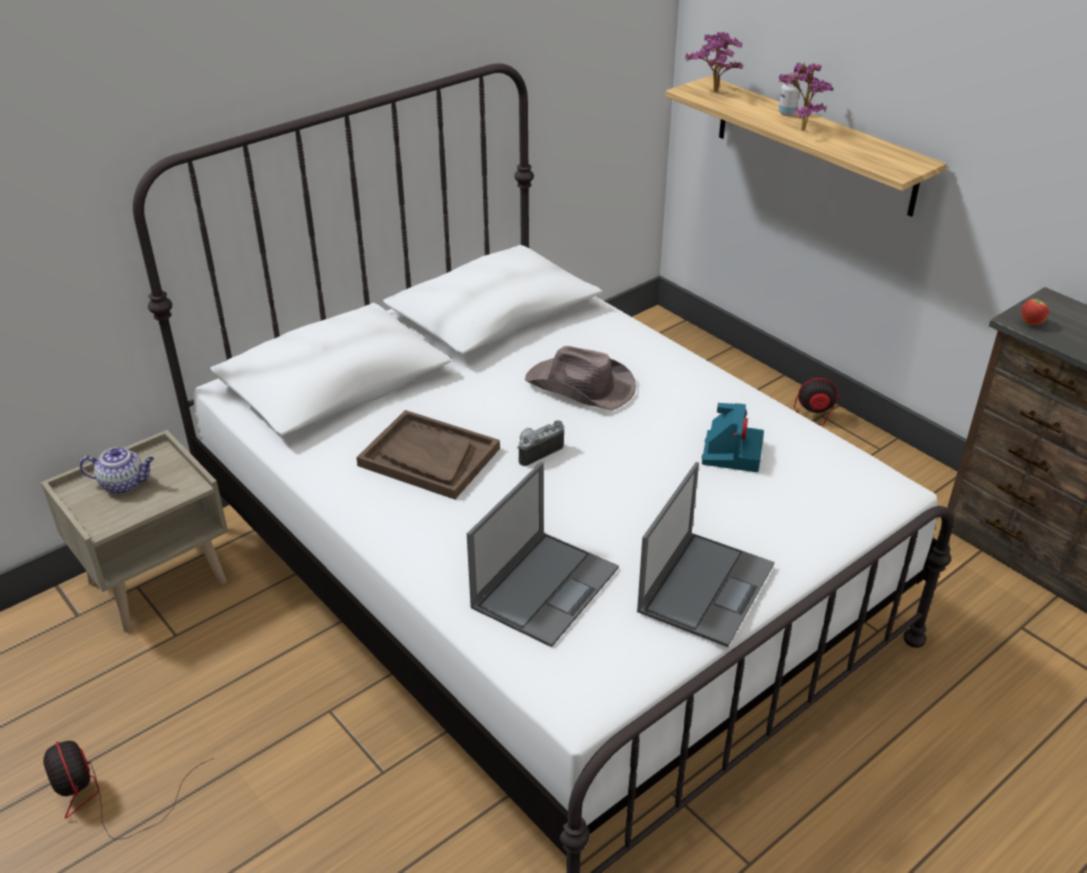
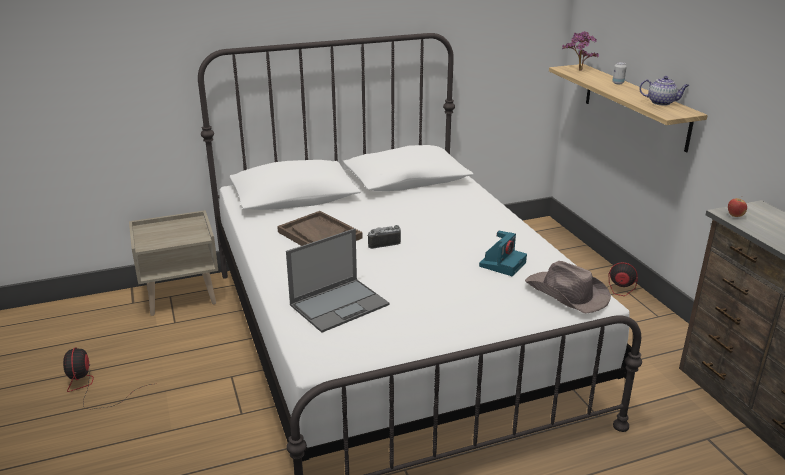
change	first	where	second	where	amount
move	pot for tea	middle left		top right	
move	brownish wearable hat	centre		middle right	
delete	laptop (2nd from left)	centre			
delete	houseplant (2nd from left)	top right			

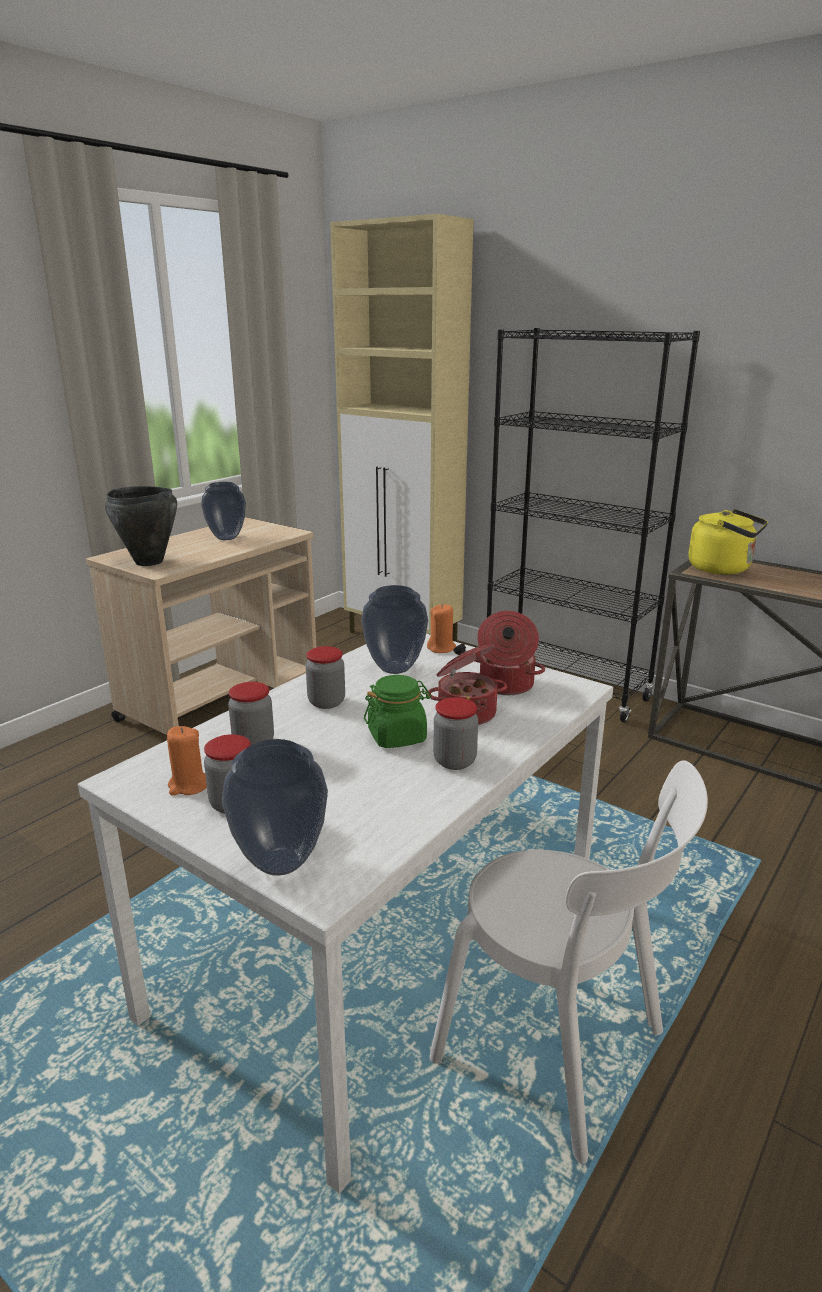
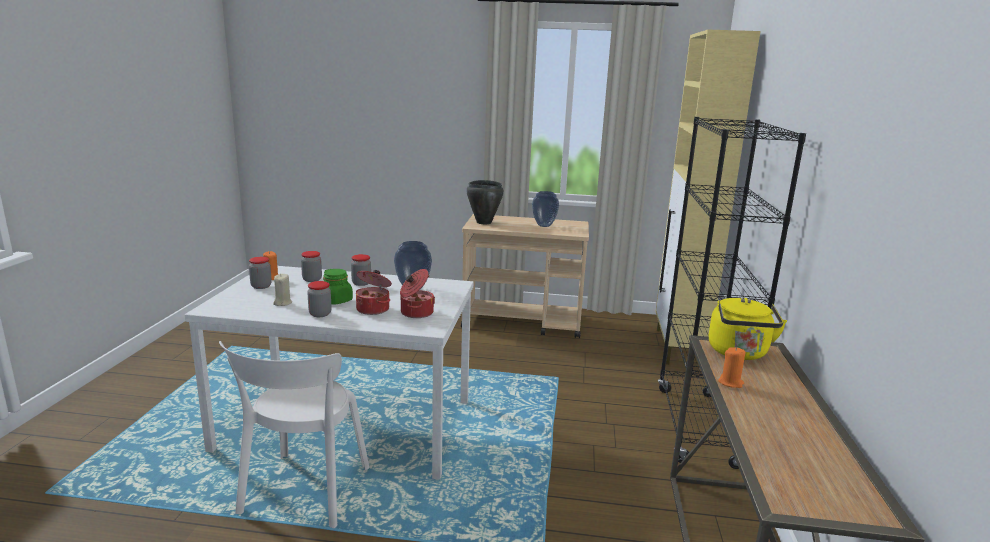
change	first	where	second	where	amount
delete	vase (2nd from left)	centre			
move	orange-coloured wax light (2nd from left)	centre		bottom right	
insert			beige-coloured wax light	middle left	

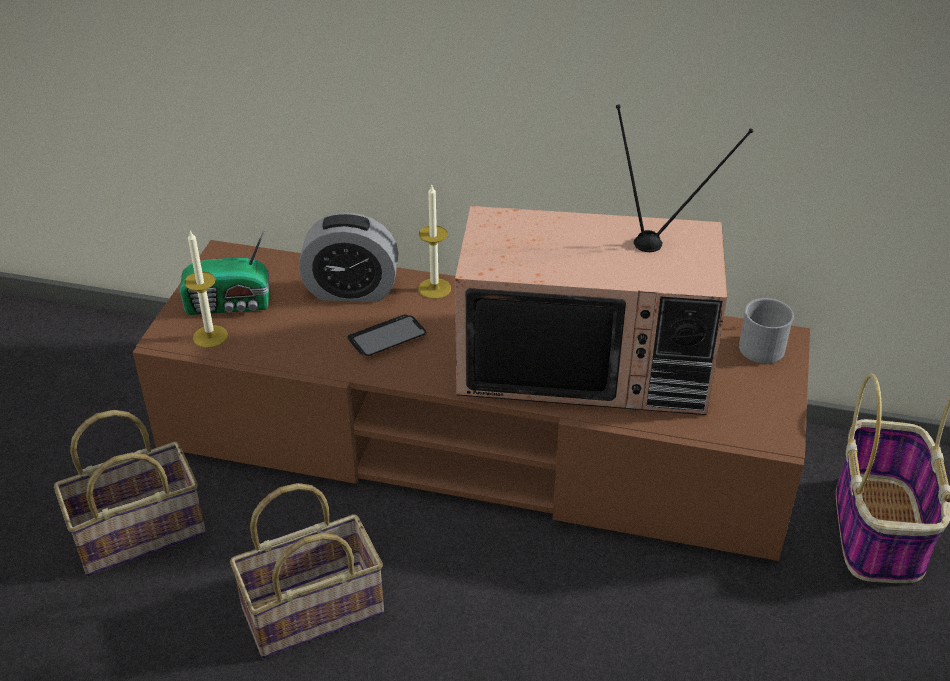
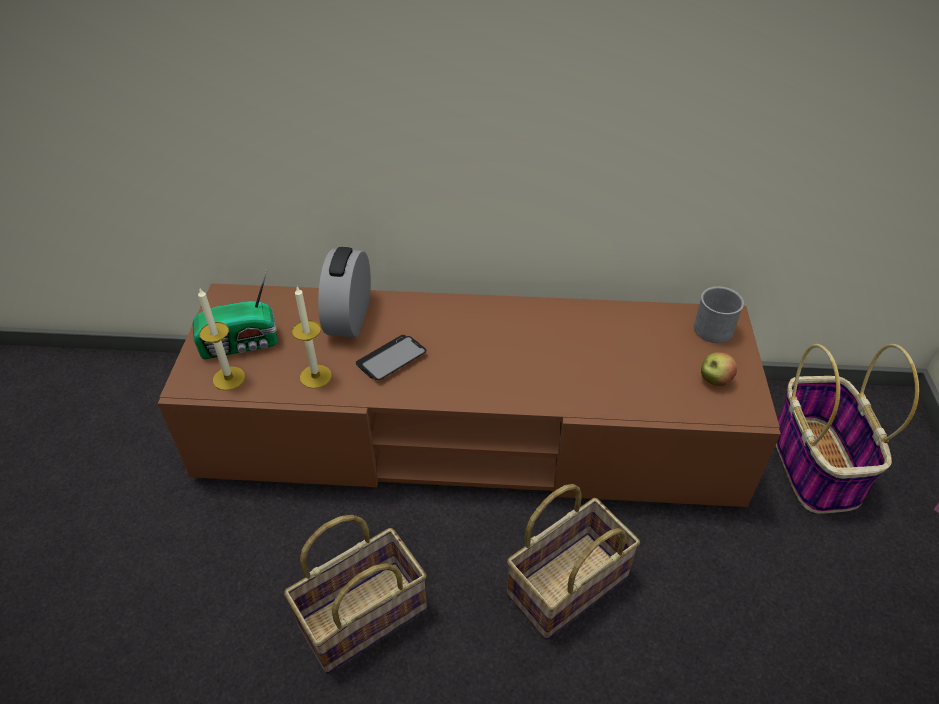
change	first	where	second	where	amount
move	storage basket (1st from left in the first image)	bottom left	storage basket (2nd from left)	bottom centre	
rotate	table clock	centre		centre	105 degrees clockwise
move	wax light (2nd from left)	centre		middle left	
delete	TV	centre			
insert			apple	middle right	

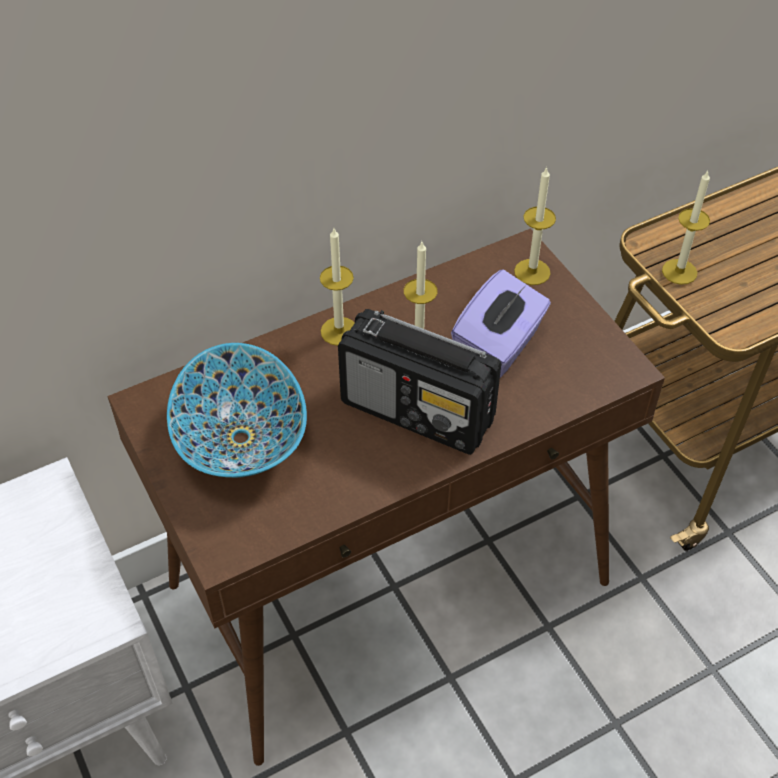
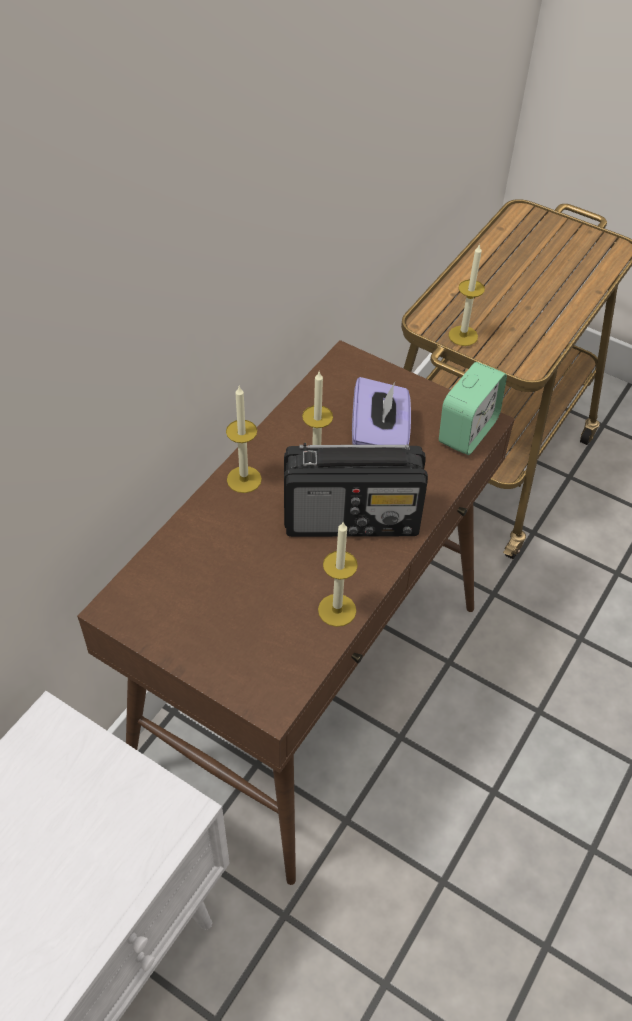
change	first	where	second	where	amount
delete	deep dish	middle left			
move	wax light (3rd from left)	top right		centre	
insert			table clock	middle right	

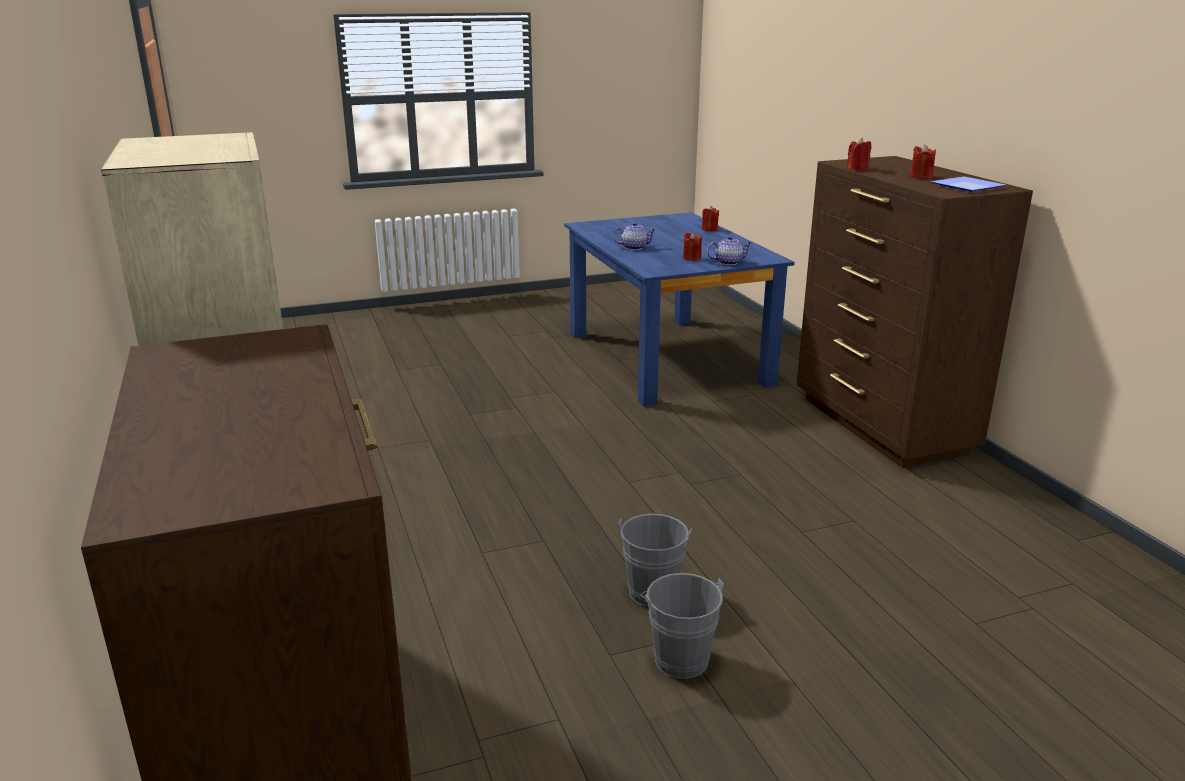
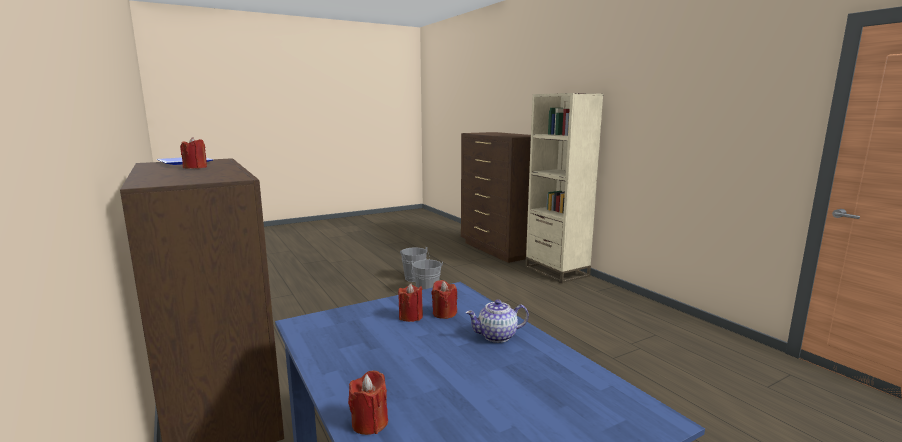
change	first	where	second	where	amount
delete	pot for tea (2nd from left)	top centre			
move	reddish wax light (3rd from left in the first image)	top right	reddish wax light (4th from left)	bottom centre	

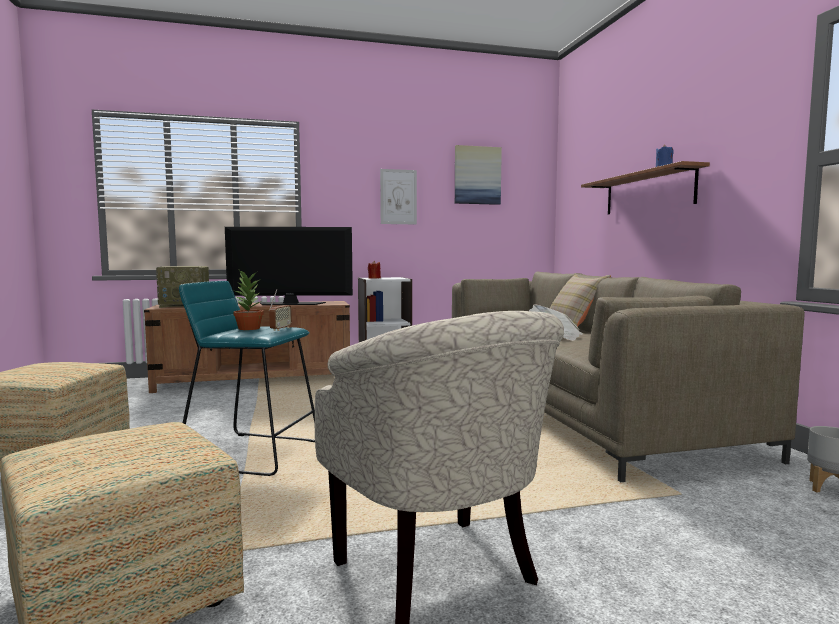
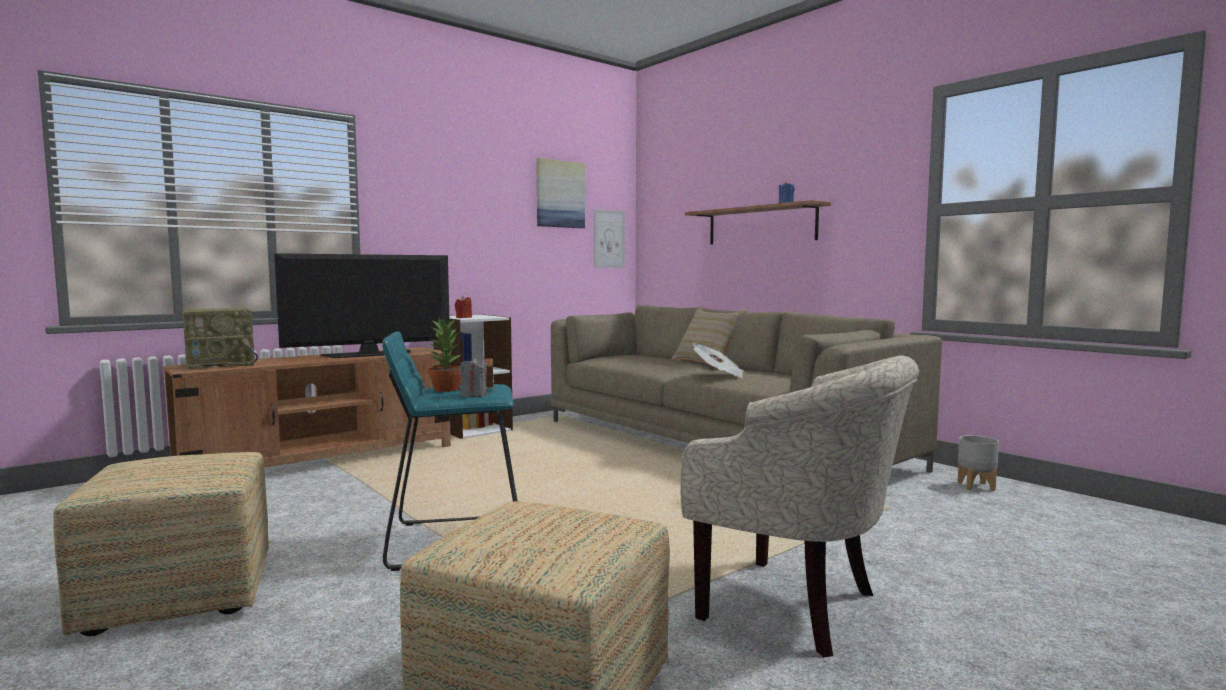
change	first	where	second	where	amount
move	wall picture (1st from left in the first image)	top centre	wall picture (2nd from left)	centre	
insert			greyish wax light	centre	

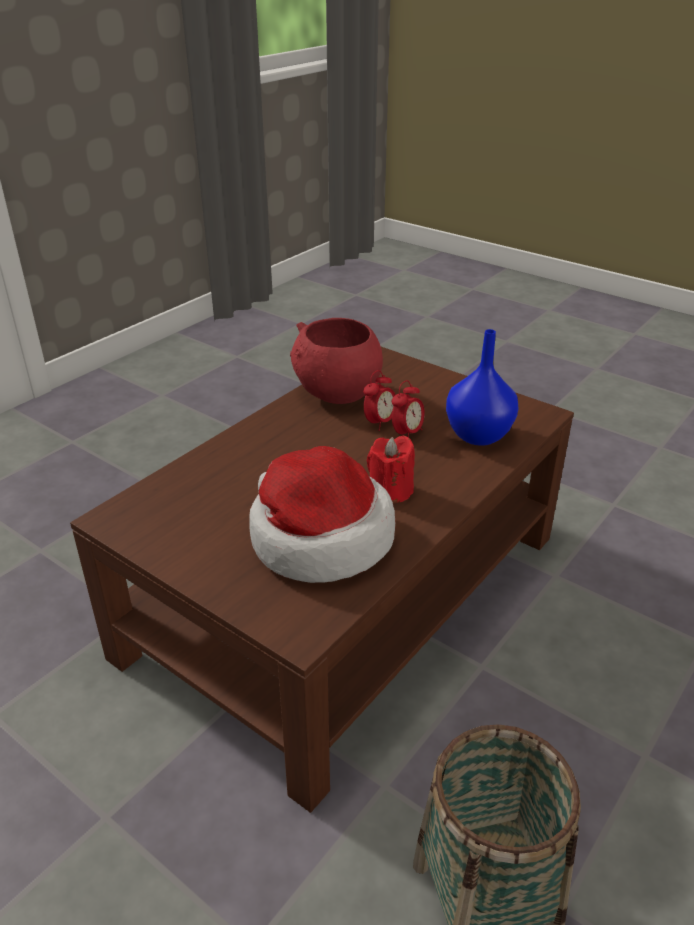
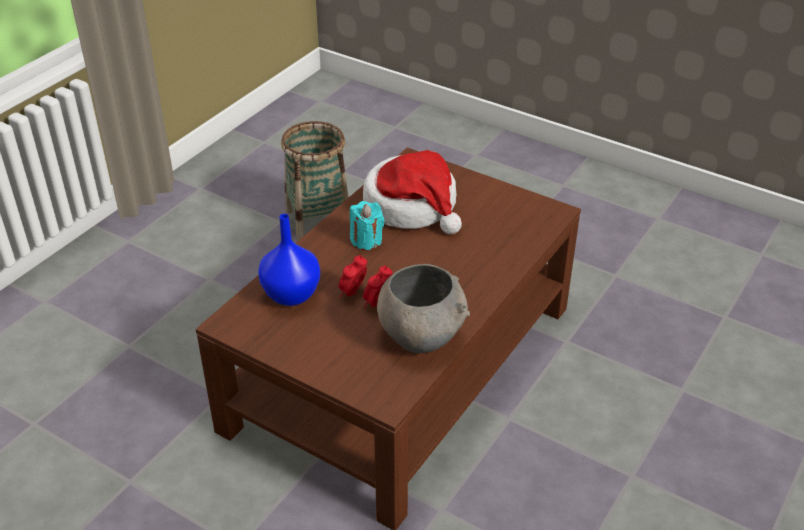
change	first	where	second	where	amount
recolor	reddish deep dish	centre	greyish deep dish	centre	
recolor	reddish wax light	centre	turquoise wax light	centre	

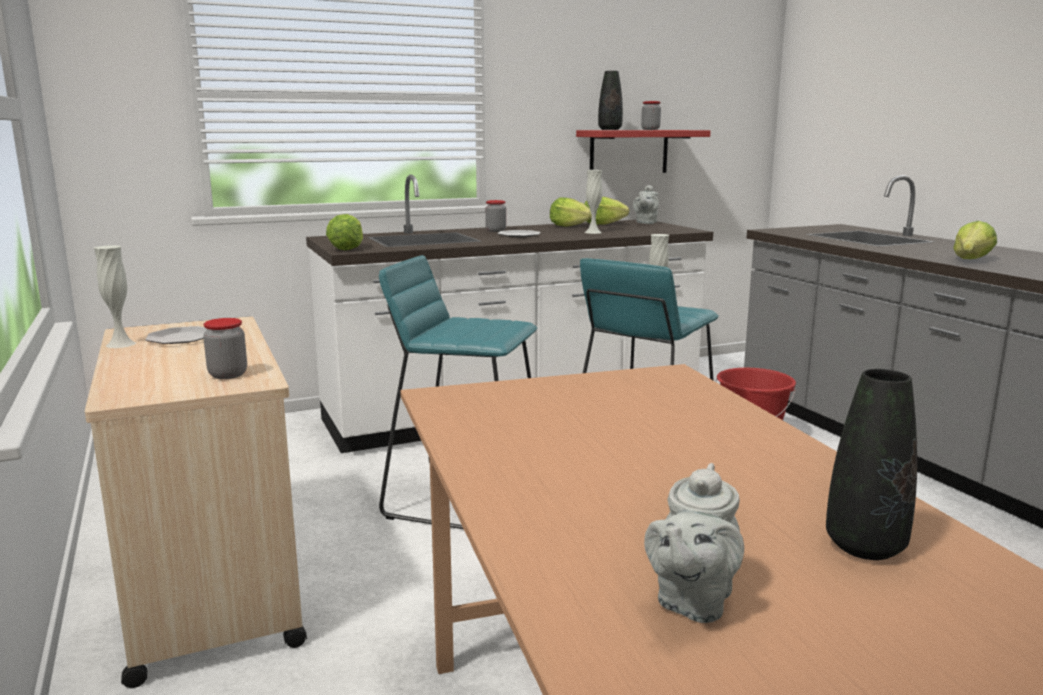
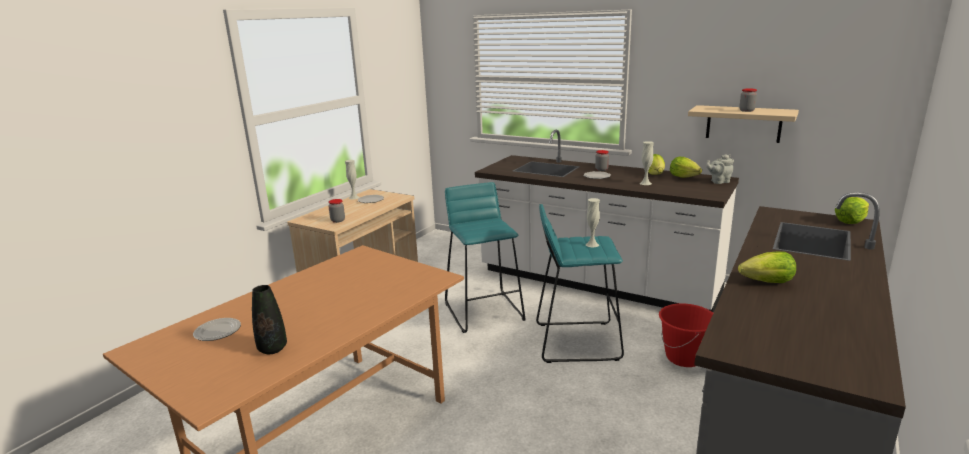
change	first	where	second	where	amount
move	head of lettuce (1st from left in the first image)	middle left	head of lettuce (4th from left)	middle right	
recolor	reddish bracket shelf	top centre	beige-coloured bracket shelf	top right	
delete	black vase (1st from left)	top centre			
replace	greyish pot for tea (2nd from left)	bottom centre	flat dish (1st from left)	bottom left	

